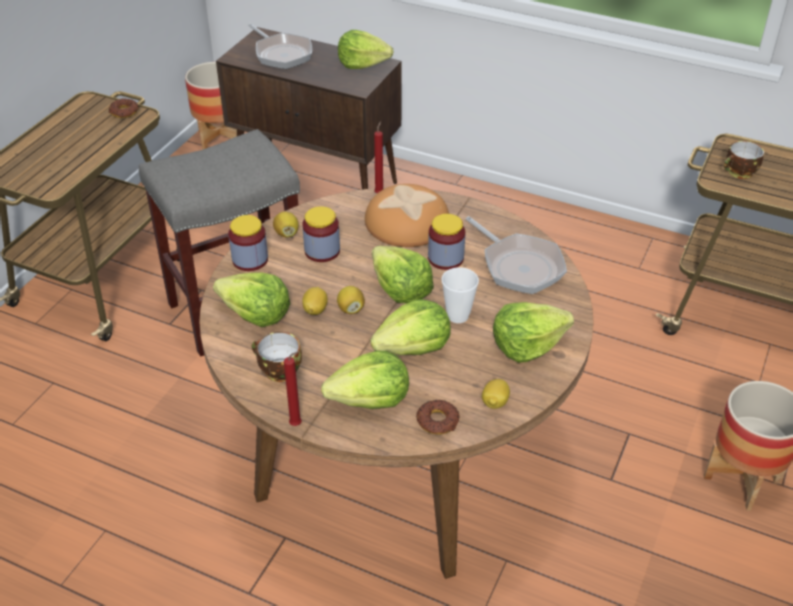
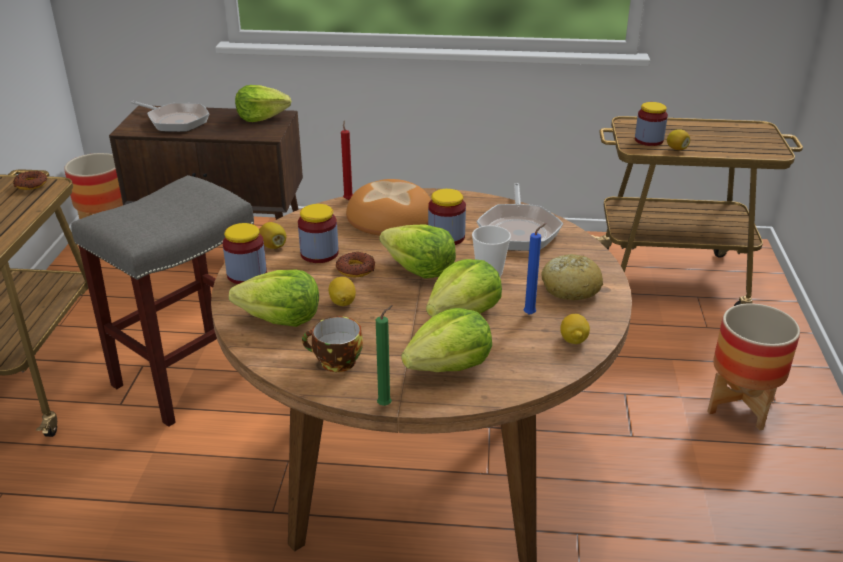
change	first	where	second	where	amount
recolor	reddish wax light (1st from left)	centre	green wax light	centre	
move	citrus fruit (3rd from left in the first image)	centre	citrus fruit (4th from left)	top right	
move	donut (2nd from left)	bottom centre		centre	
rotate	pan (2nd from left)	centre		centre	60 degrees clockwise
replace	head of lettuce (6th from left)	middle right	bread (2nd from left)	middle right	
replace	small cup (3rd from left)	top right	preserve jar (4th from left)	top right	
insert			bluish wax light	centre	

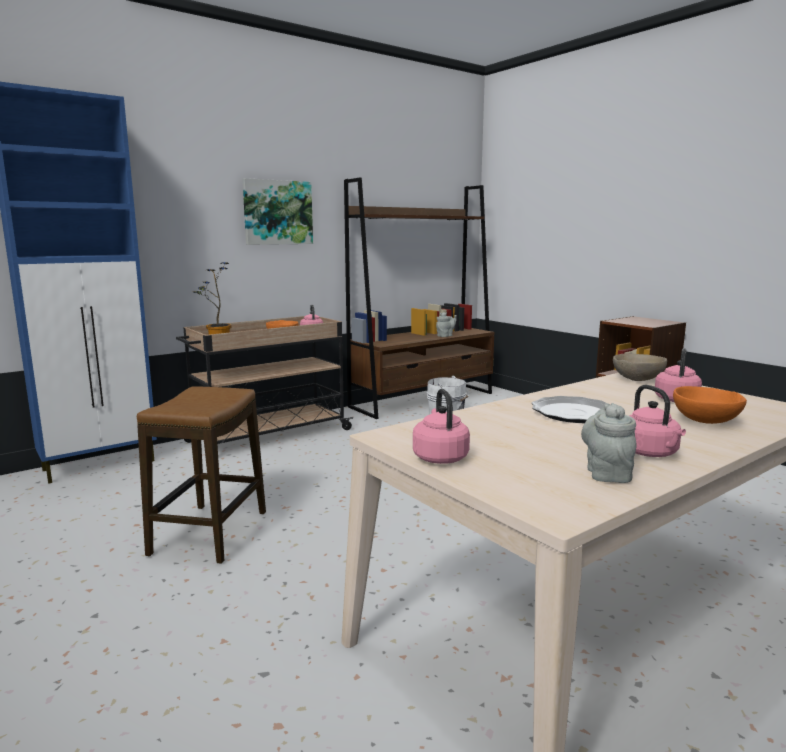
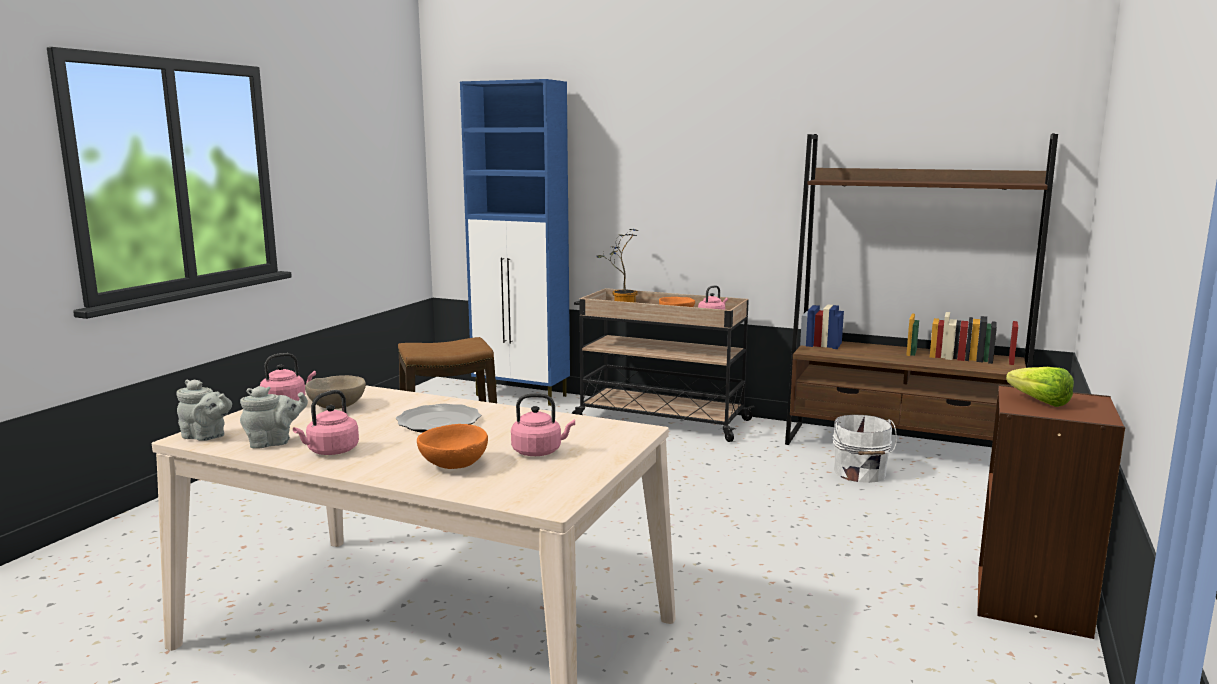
change	first	where	second	where	amount
delete	wall picture	top centre			
move	greyish pot for tea (1st from left)	centre		middle left	
move	beige-coloured deep dish	middle right		middle left	
insert			head of lettuce	middle right	

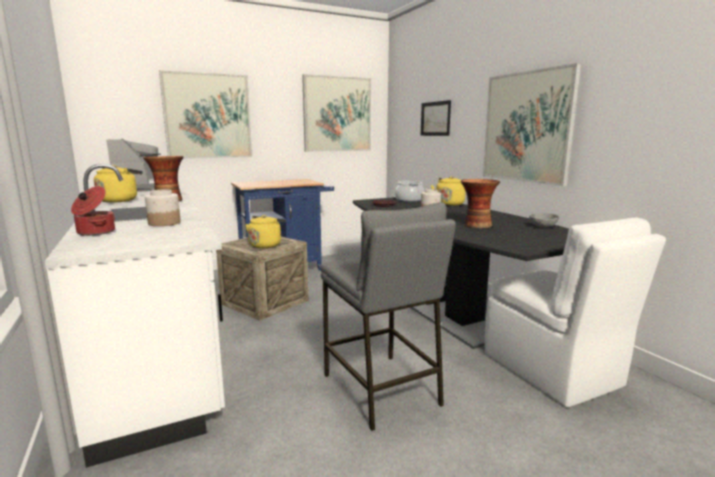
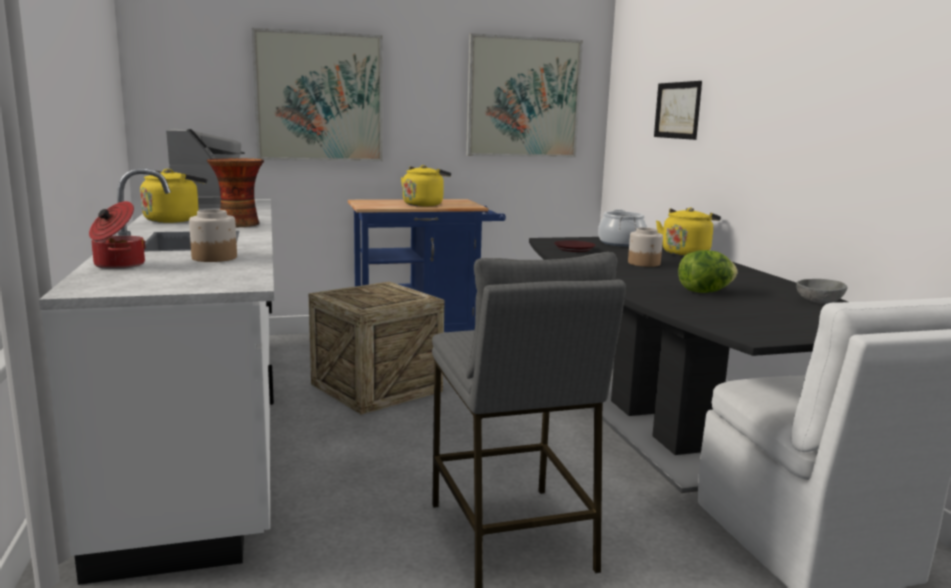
change	first	where	second	where	amount
move	yellow kettle (2nd from left)	centre		top centre	
replace	vase (2nd from left)	middle right	head of lettuce	middle right	
delete	wall picture (4th from left)	top right			

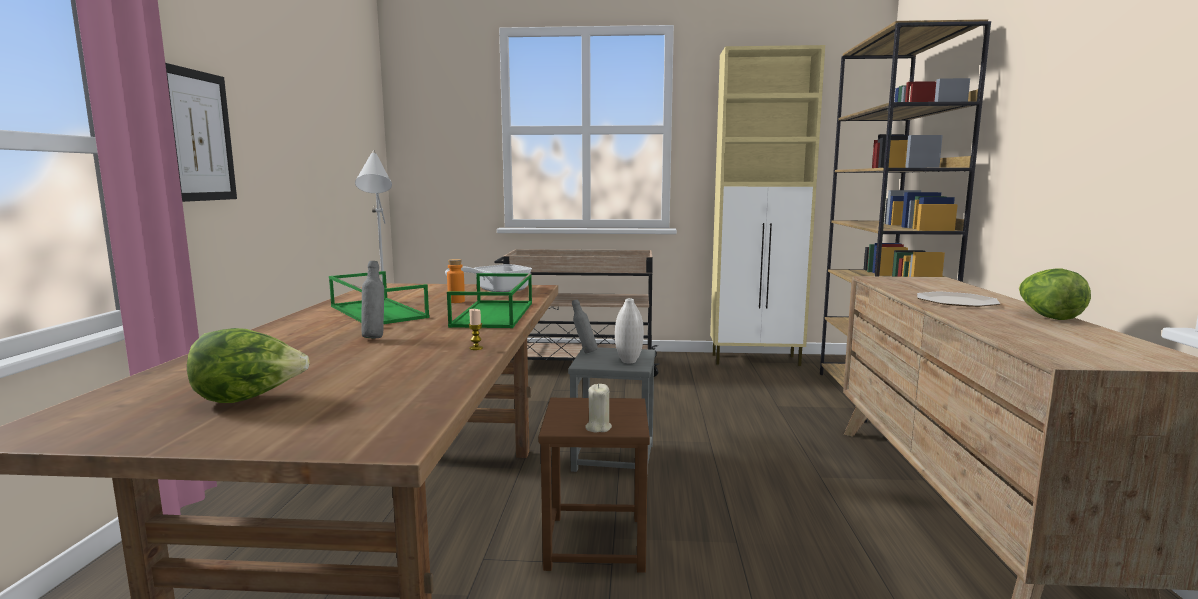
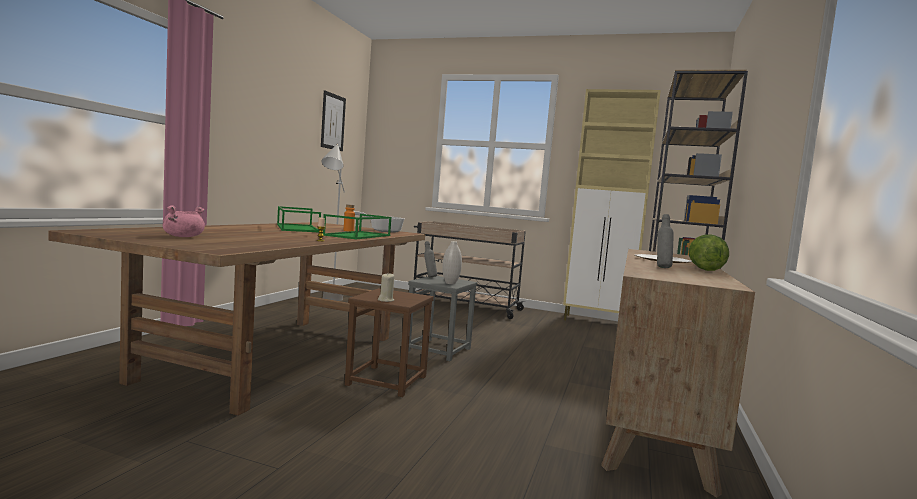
change	first	where	second	where	amount
move	wall picture	top left		top centre	
replace	head of lettuce (1st from left)	middle left	pink saucepot	middle left	
move	greyish drink bottle (1st from left in the first image)	middle left	greyish drink bottle (2nd from left)	middle right	

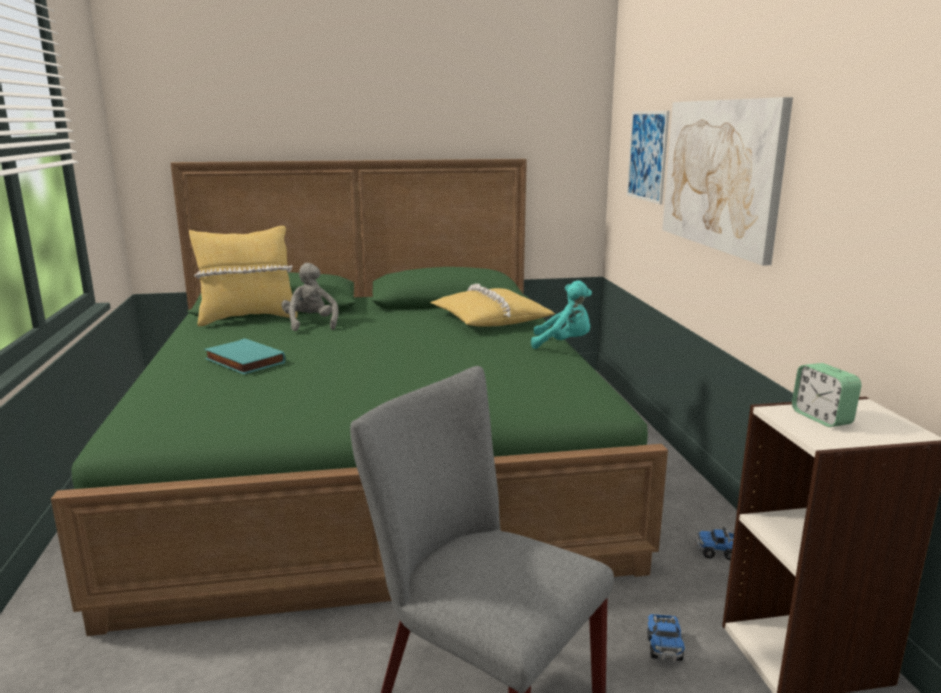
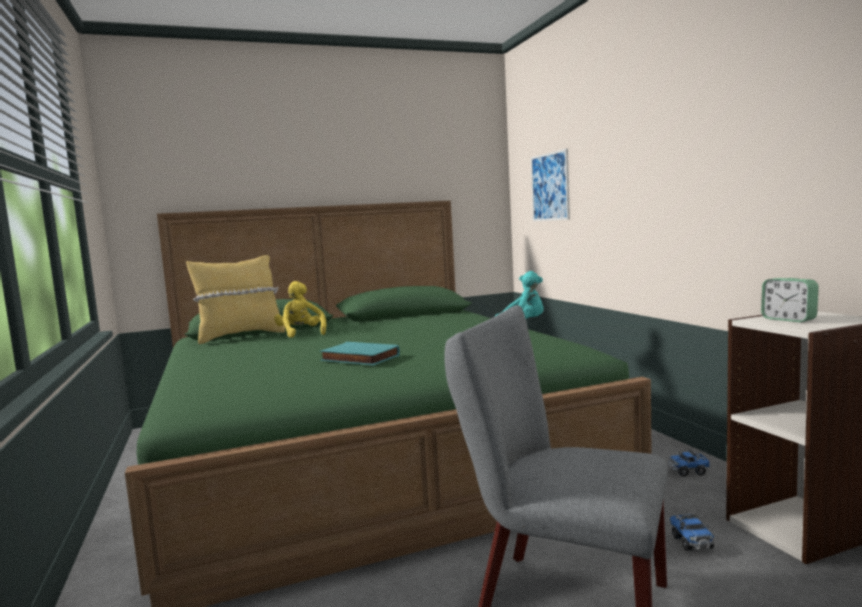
change	first	where	second	where	amount
move	turquoise book	middle left		centre	
recolor	greyish cuddly toy	middle left	yellow cuddly toy	centre	
delete	yellow cushion (2nd from left)	centre			
delete	wall picture (2nd from left)	top right			

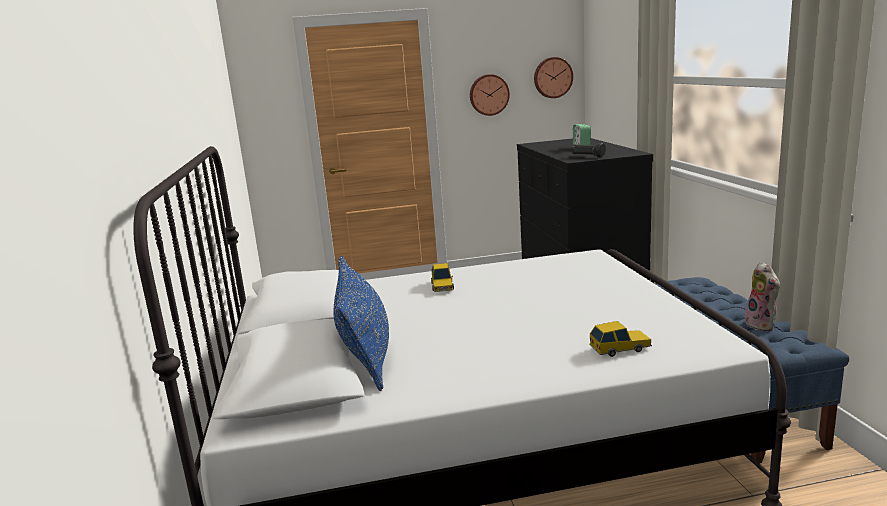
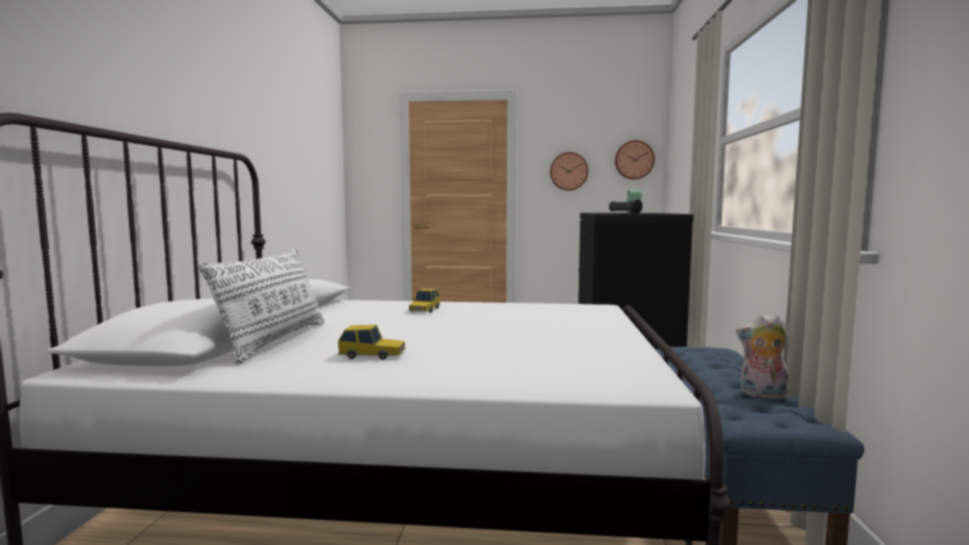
change	first	where	second	where	amount
recolor	bluish cushion	centre	white-coloured cushion	middle left	
move	miniature car (2nd from left in the first image)	bottom right	miniature car (1st from left)	centre	
rotate	cuddly toy	middle right		middle right	105 degrees clockwise

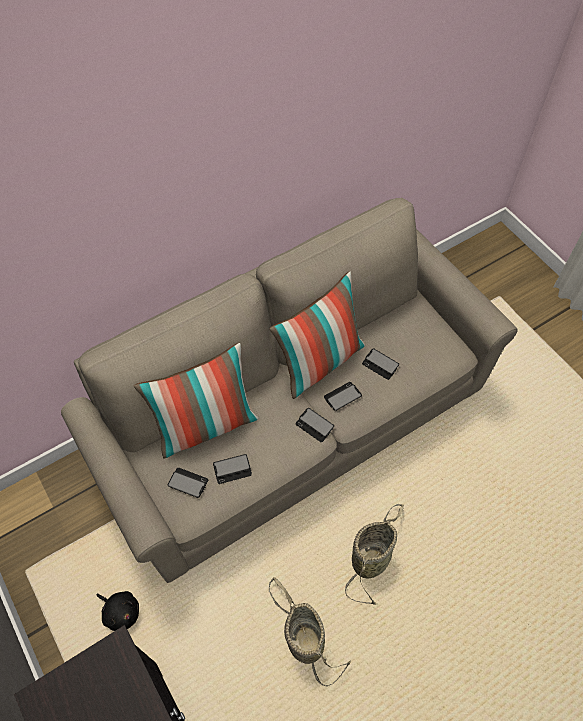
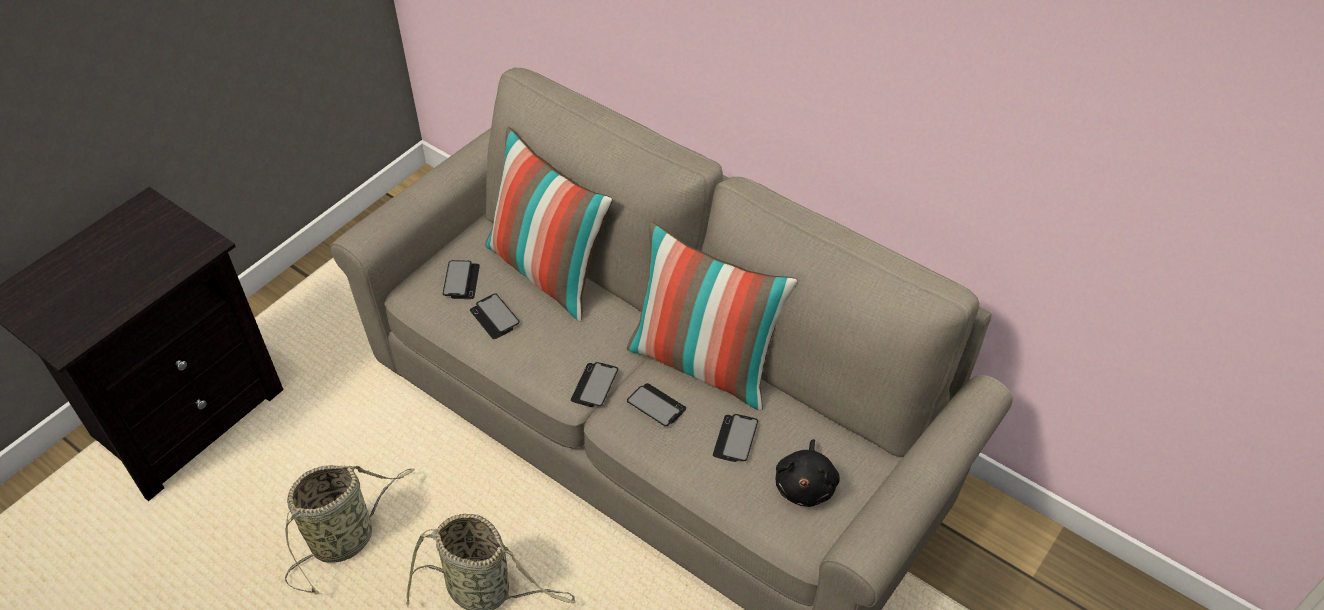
change	first	where	second	where	amount
move	black cuddly toy	bottom left		bottom centre	

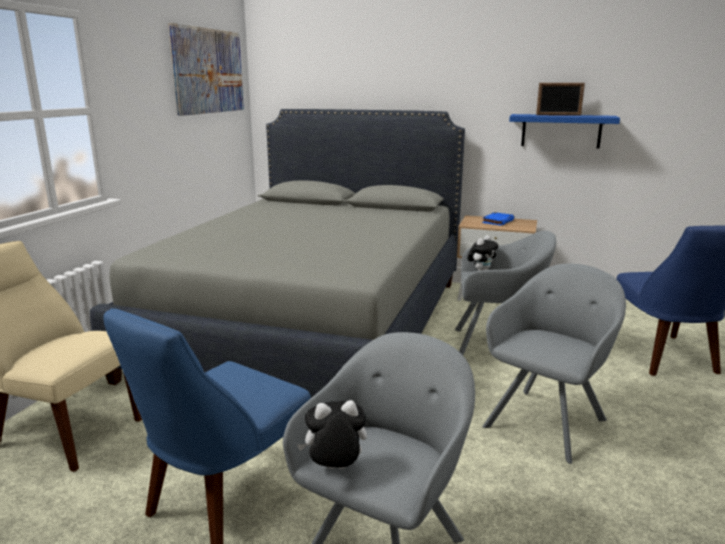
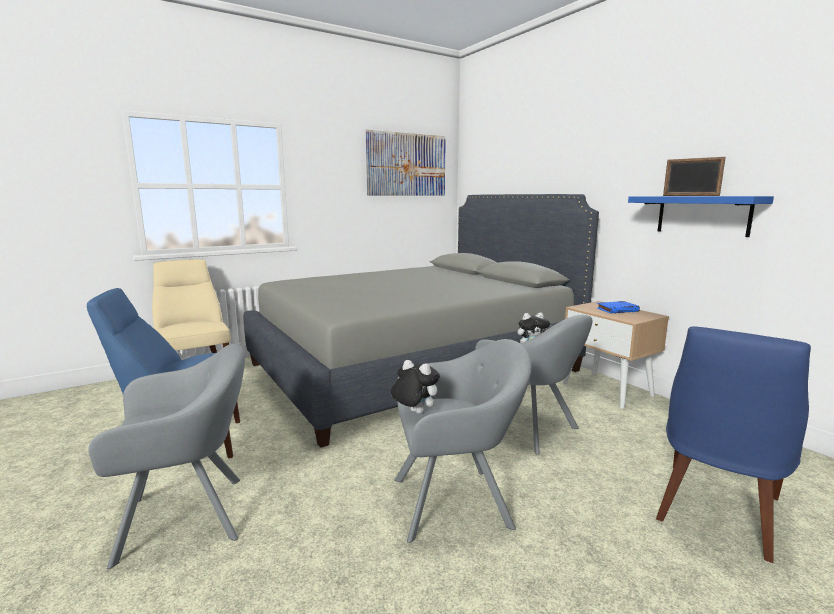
change	first	where	second	where	amount
move	cuddly toy (1st from left)	bottom centre		centre	

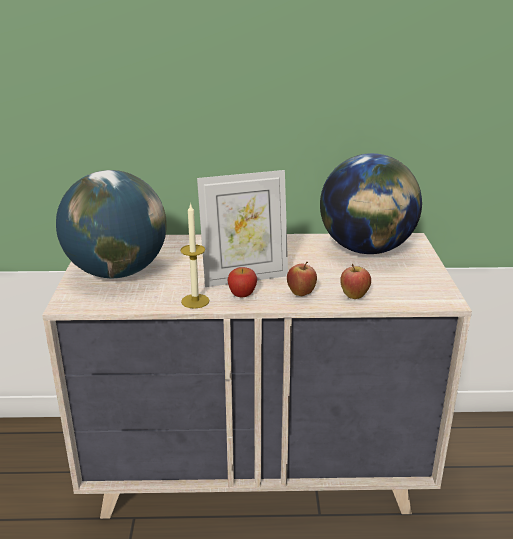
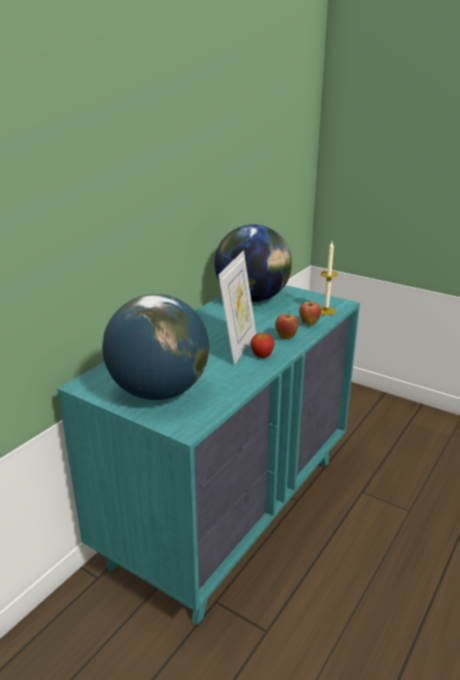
change	first	where	second	where	amount
recolor	beige-coloured drawer chest	bottom centre	turquoise drawer chest	bottom centre	
move	wax light	centre		middle right	

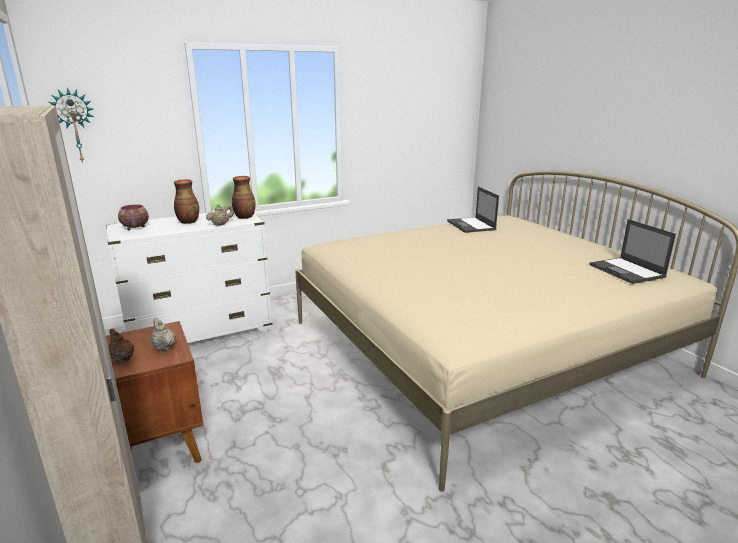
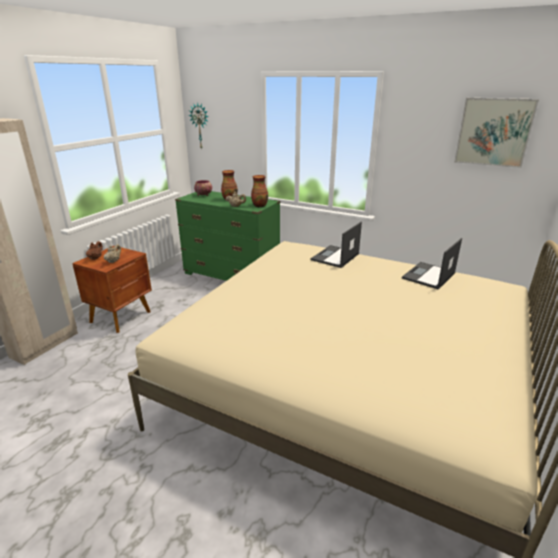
change	first	where	second	where	amount
recolor	white-coloured drawer chest	middle left	green drawer chest	centre	
move	laptop (2nd from left in the first image)	middle right	laptop (1st from left)	centre	
insert			wall picture	top right	

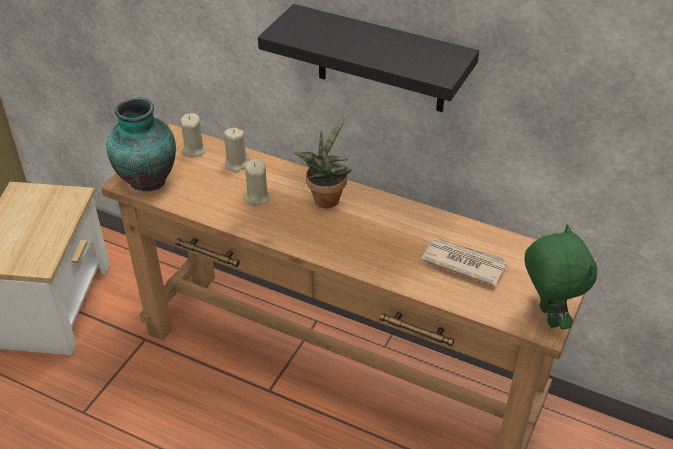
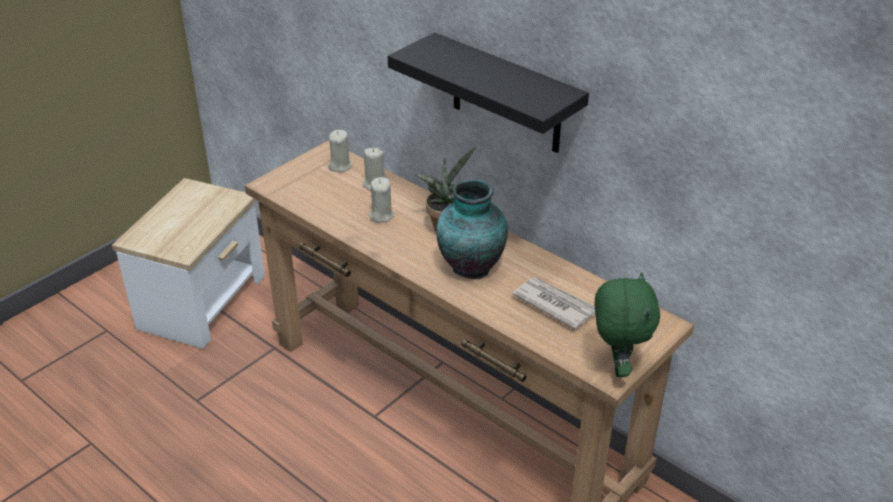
change	first	where	second	where	amount
move	vase	top left		centre	

